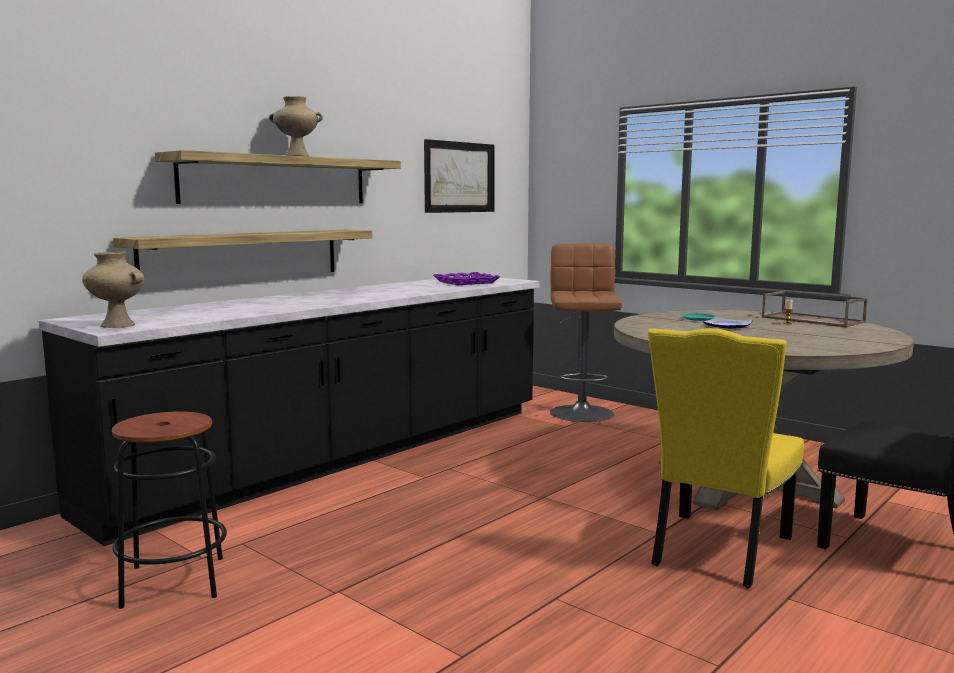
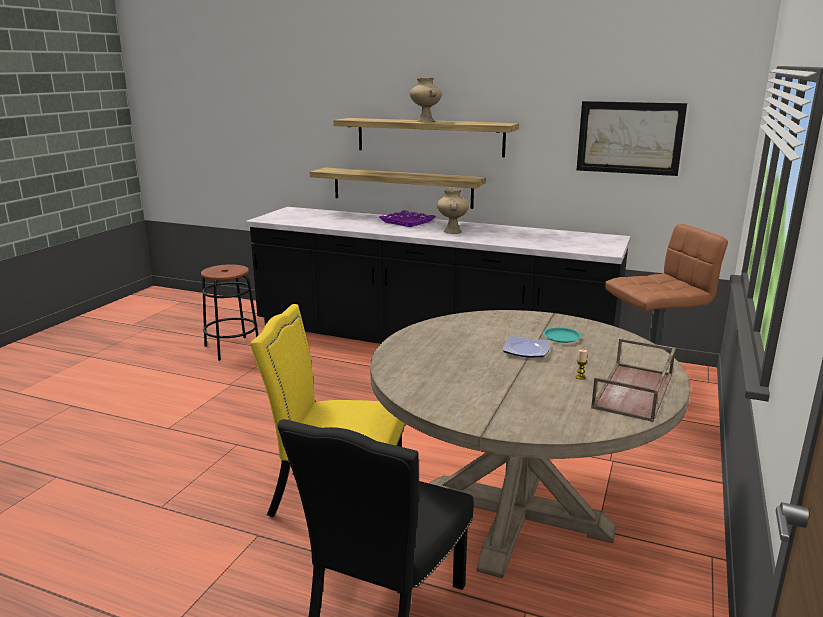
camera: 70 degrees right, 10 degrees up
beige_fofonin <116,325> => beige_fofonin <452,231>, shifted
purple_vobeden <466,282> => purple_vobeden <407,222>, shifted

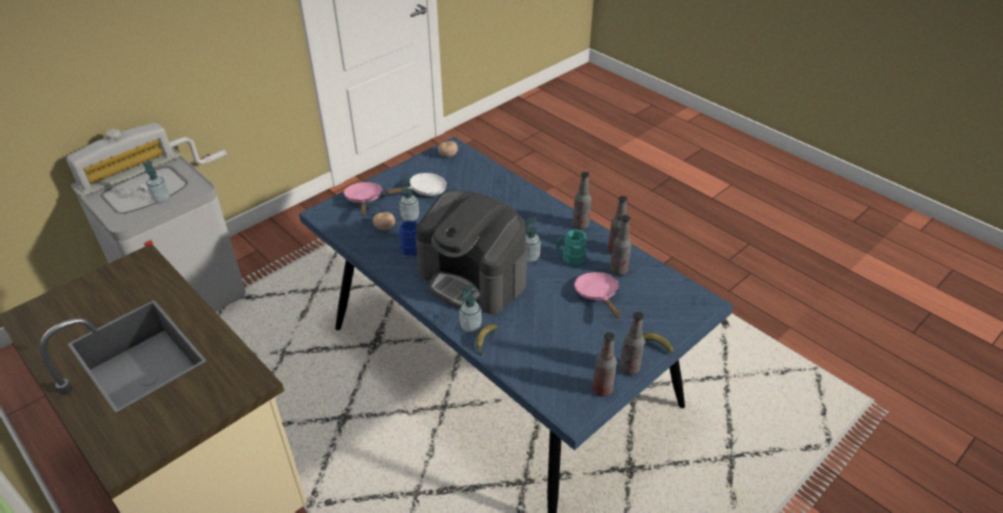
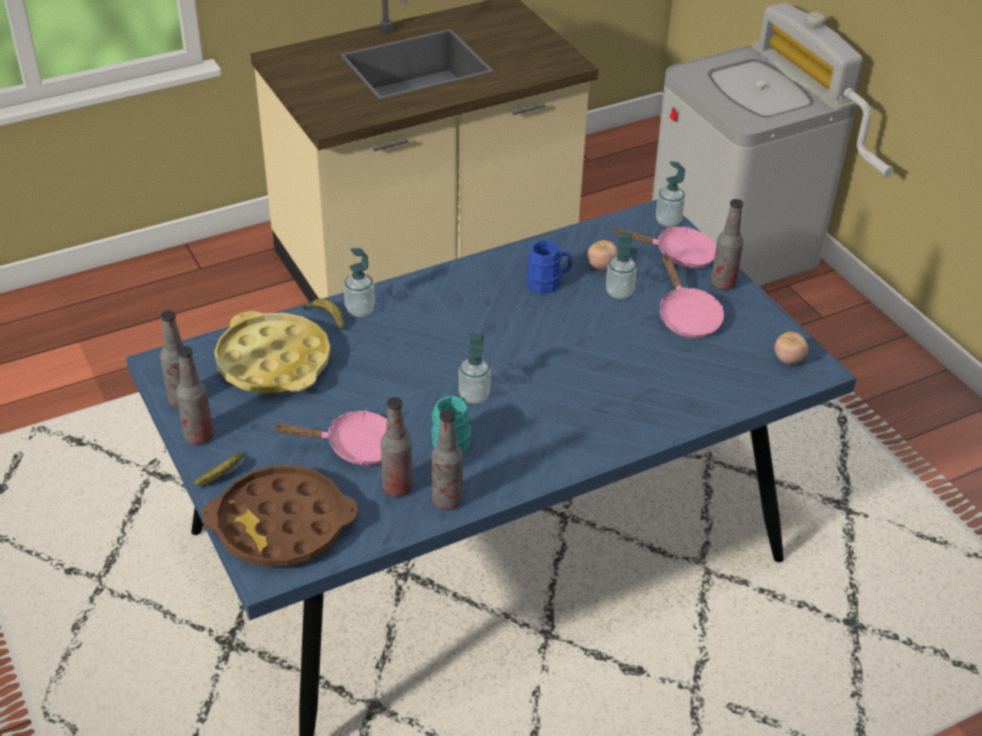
camera: 105 degrees right, 0 degrees up
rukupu <473,277> => nothing
nothing => brown_vobeden <281,525>
nothing => yellow_vobeden <274,362>
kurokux <161,199> => kurokux <668,221>, shifted
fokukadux <580,225> => fokukadux <723,284>, shifted
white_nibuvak <424,191> => pink_nibuvak <686,316>

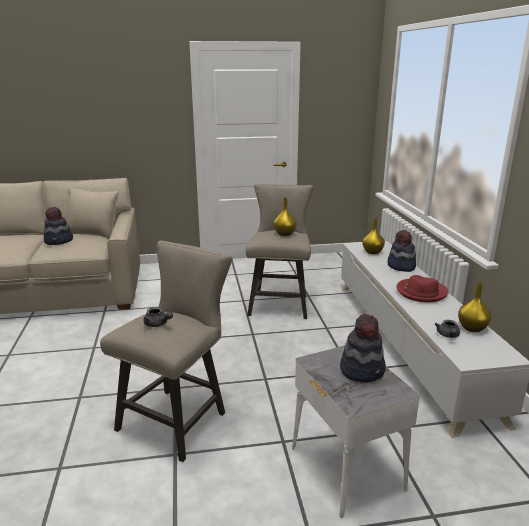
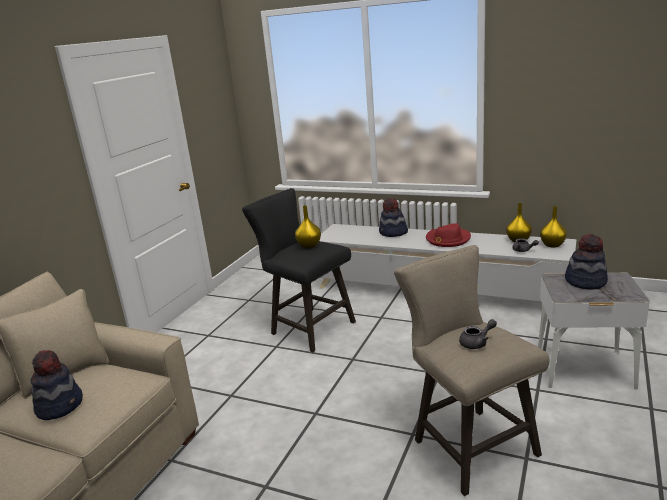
camera: 55 degrees left, 0 degrees up
yellow_fofonin <372,252> => yellow_fofonin <553,245>, shifted
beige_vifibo <279,303> => black_vifibo <308,327>

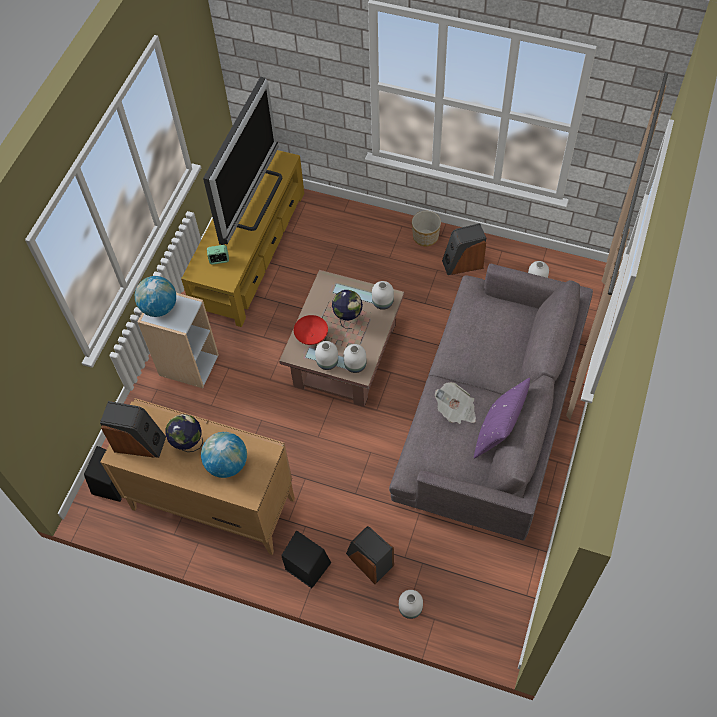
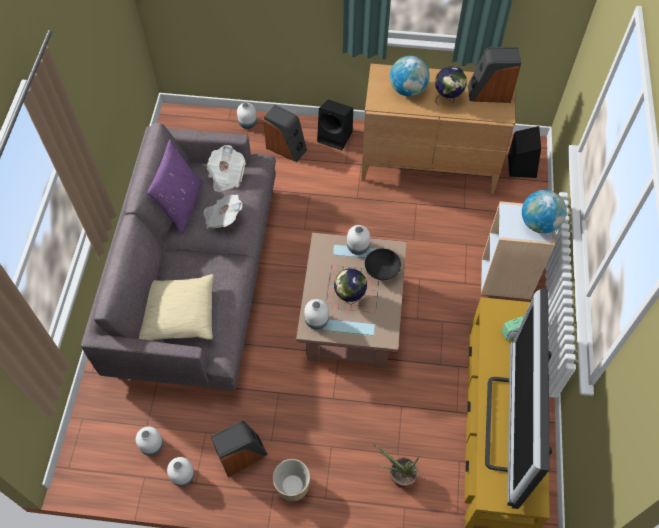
camera: 165 degrees right, 0 degrees up
nothing => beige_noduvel <178,314>
nothing => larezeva <226,176>
nothing => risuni <397,476>
white_fofonin <356,365> => white_fofonin <182,476>, shifted
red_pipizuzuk <311,336> => black_pipizuzuk <382,270>

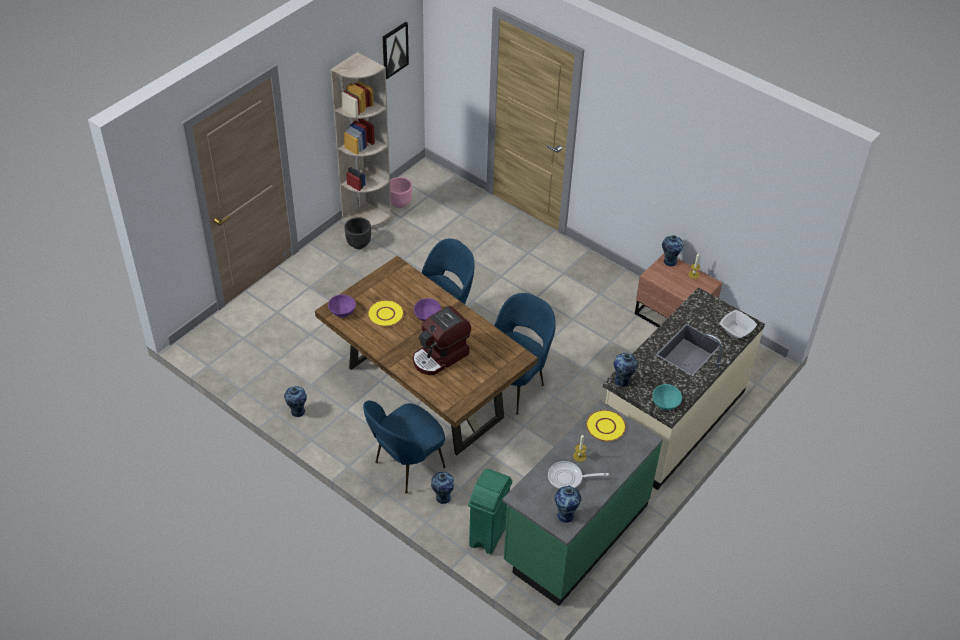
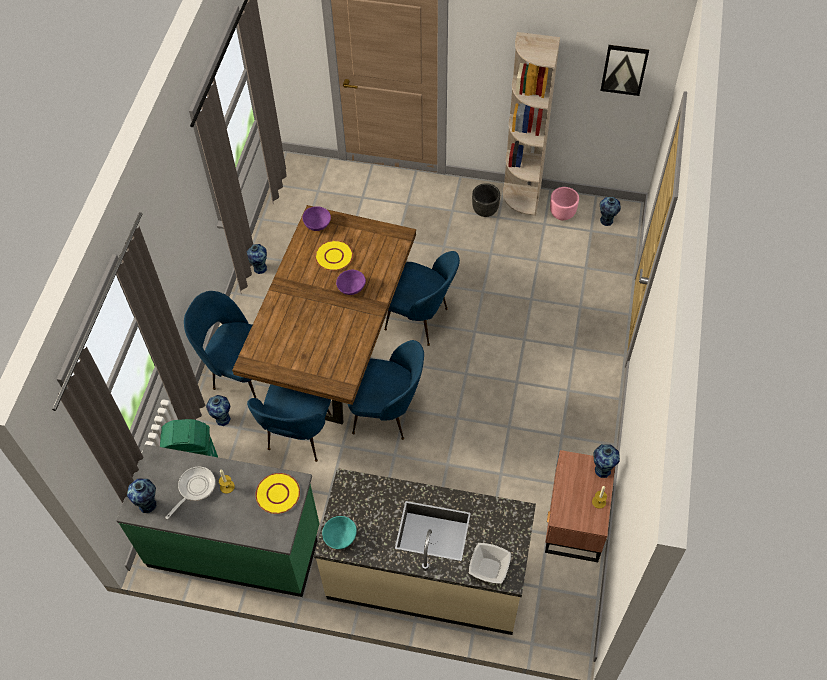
camera: 65 degrees right, 10 degrees up
rukupu <440,357> => nothing
nothing => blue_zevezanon <298,439>
fofonin <623,381> => fofonin <606,221>, shifted
nibuvak <568,478> => nibuvak <194,488>, 60 degrees clockwise

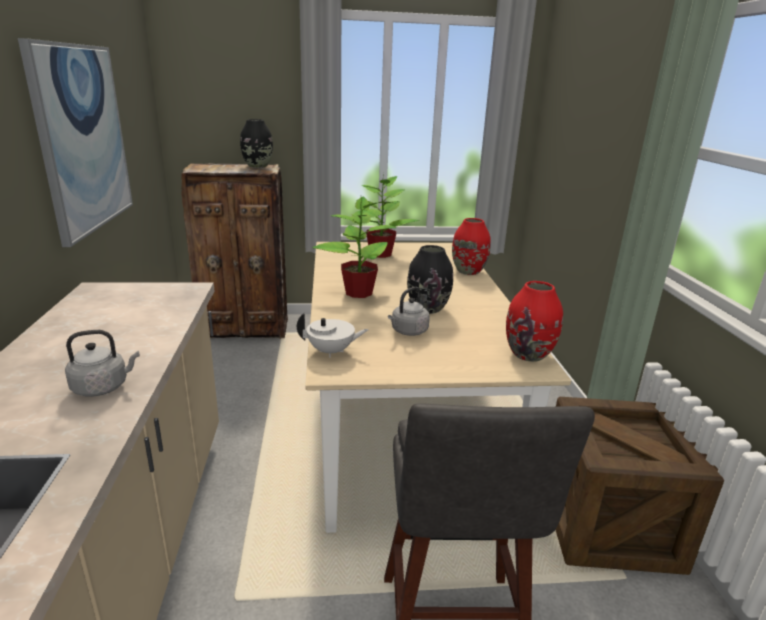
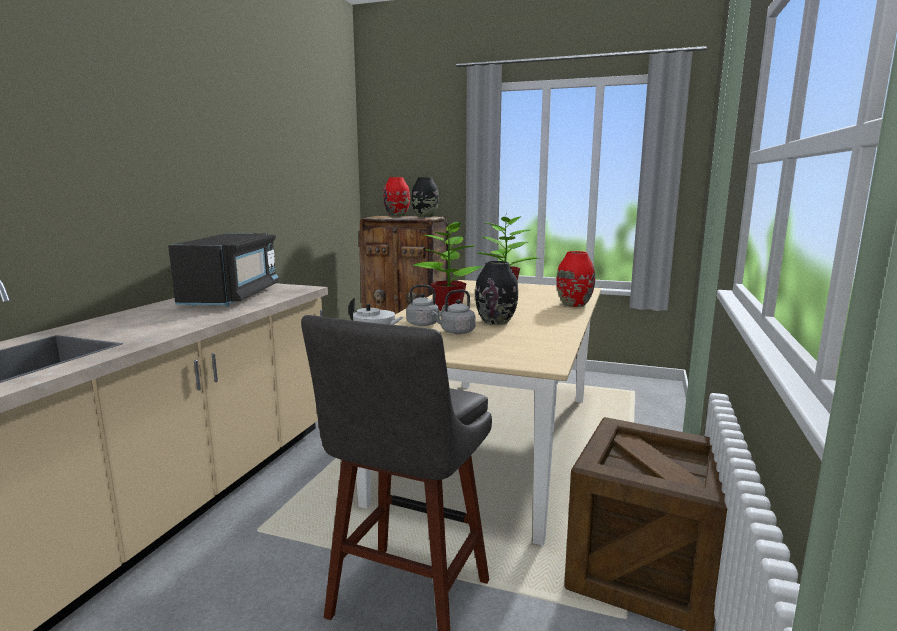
camera: 25 degrees right, 10 degrees down
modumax <83,139> => nothing
nothing => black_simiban <232,297>
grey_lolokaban <103,387> => grey_lolokaban <425,324>, shifted
red_fofonin <529,354> => red_fofonin <397,215>, shifted

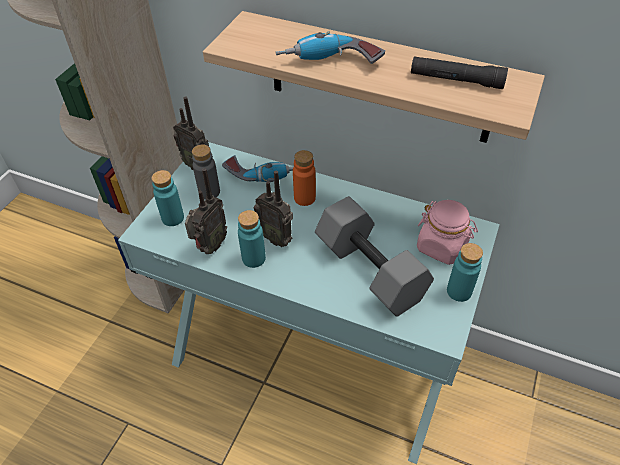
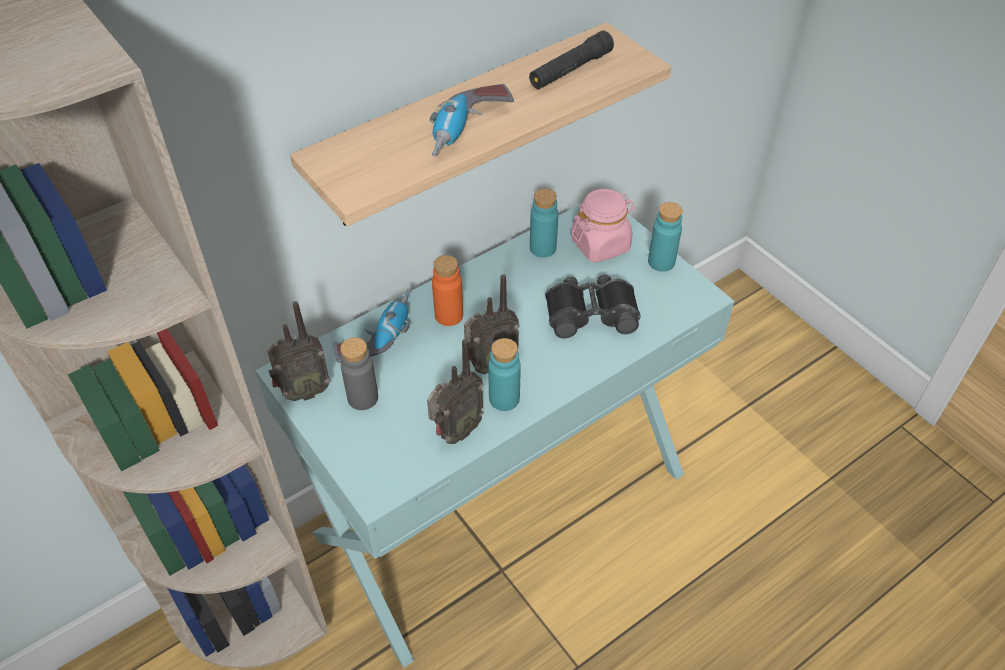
camera: 60 degrees left, 0 degrees up
turquoise_fokukadux <173,218> => turquoise_fokukadux <543,248>, shifted
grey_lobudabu <368,270> => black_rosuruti <590,313>
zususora <209,247> => zususora <455,432>, 75 degrees clockwise

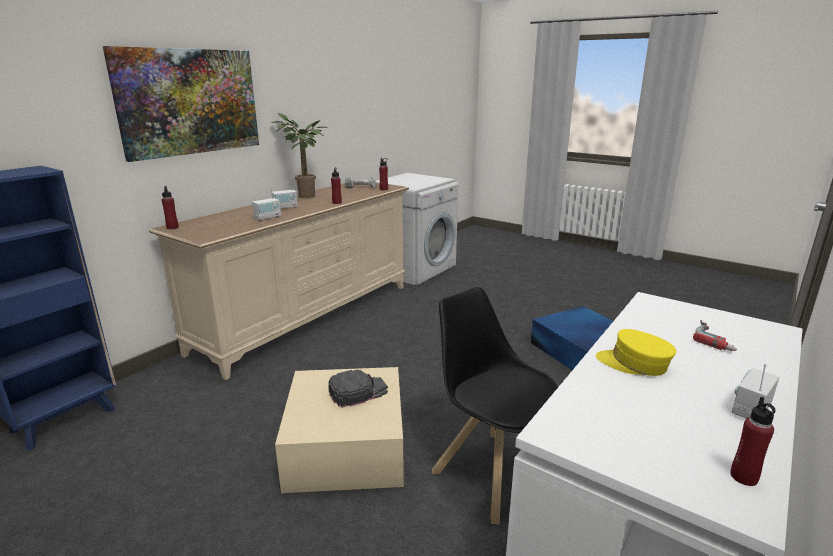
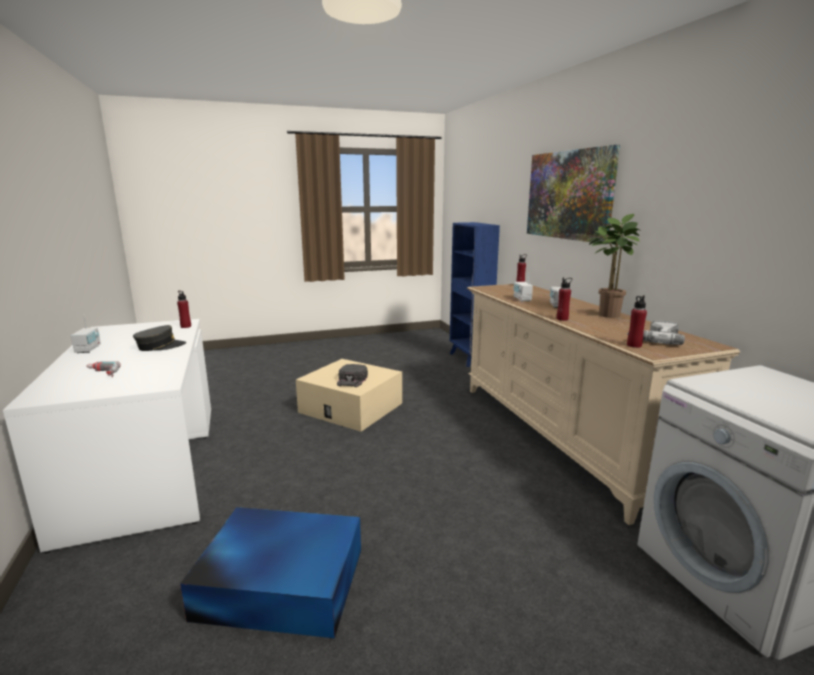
camera: 125 degrees right, 5 degrees down
black_zevezanon <491,471> => nothing
red_fokukadux <744,477> => red_fokukadux <186,326>, shifted
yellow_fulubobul <634,363> => grey_fulubobul <160,346>

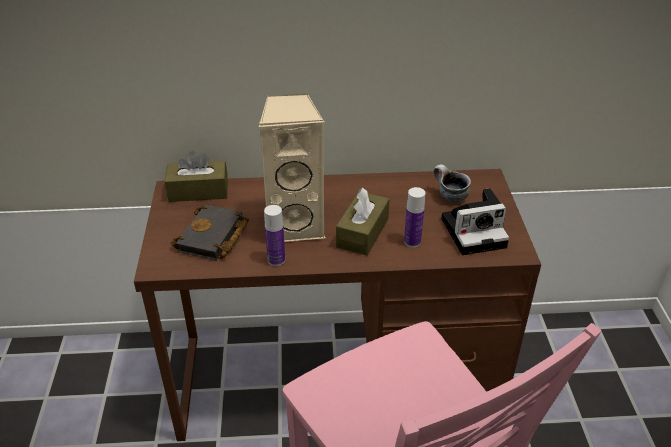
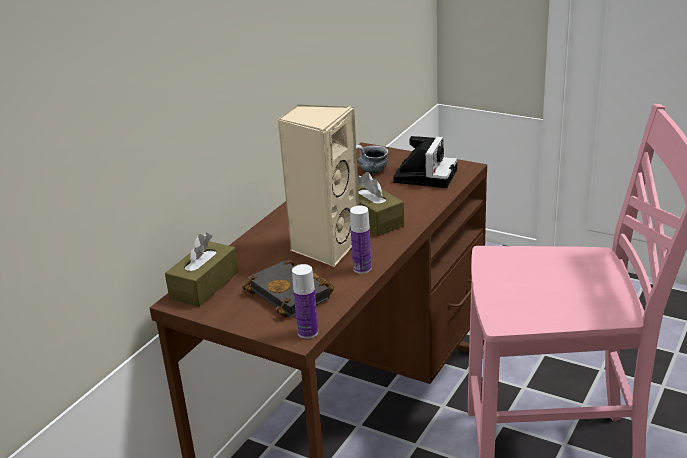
camera: 55 degrees left, 10 degrees down
fokukadux <412,241> => fokukadux <308,332>, shifted

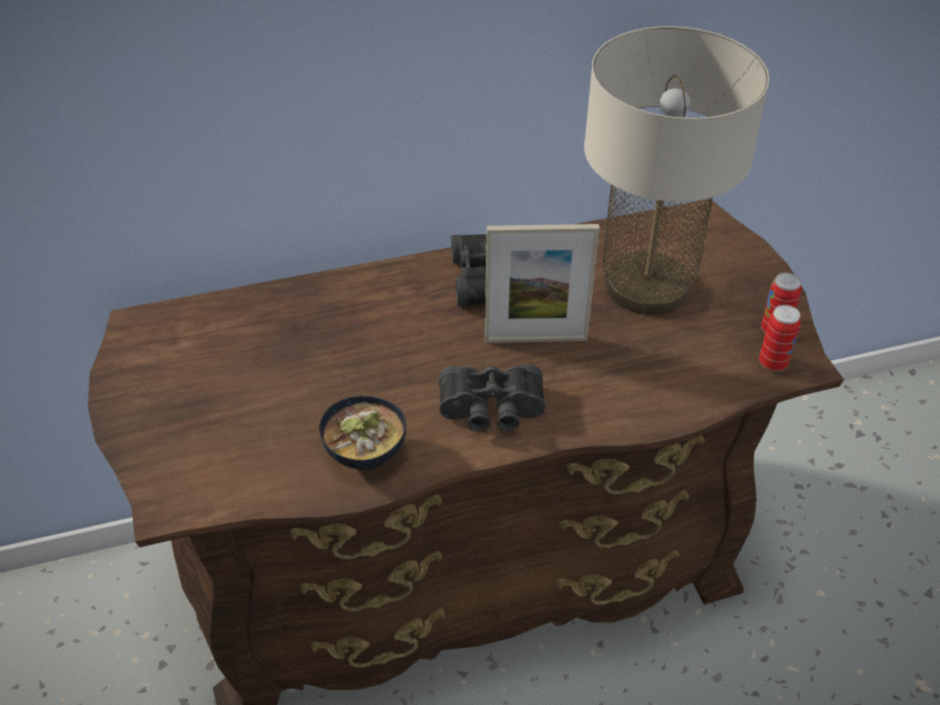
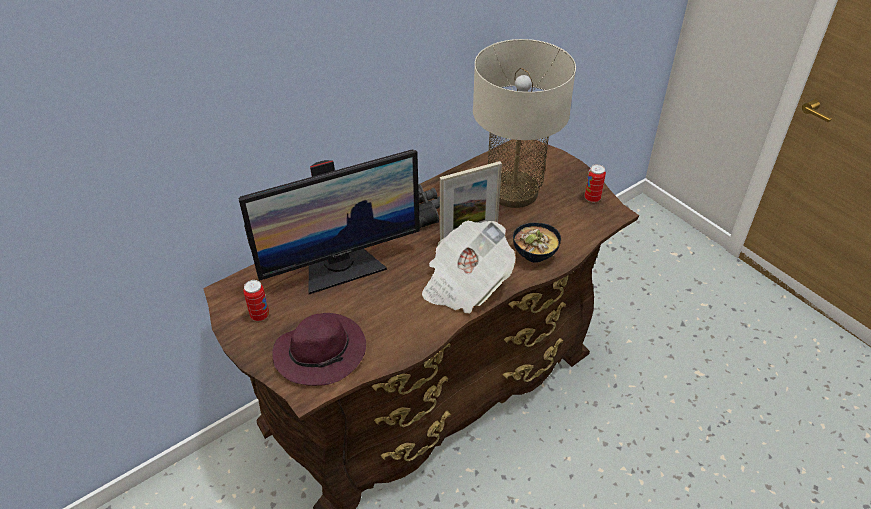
camera: 20 degrees left, 0 degrees up
nothing => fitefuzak <341,268>
nothing => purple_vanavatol <322,352>
pipizuzuk <364,453> => pipizuzuk <534,254>, shifted
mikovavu <773,363> => mikovavu <260,315>, shifted
black_rosuruti <491,411> => larezeva <465,283>

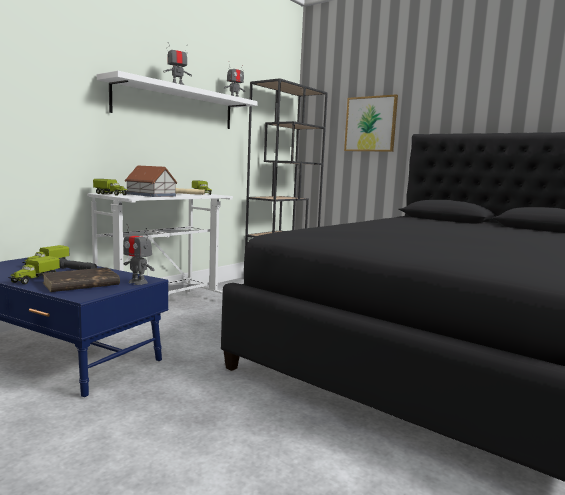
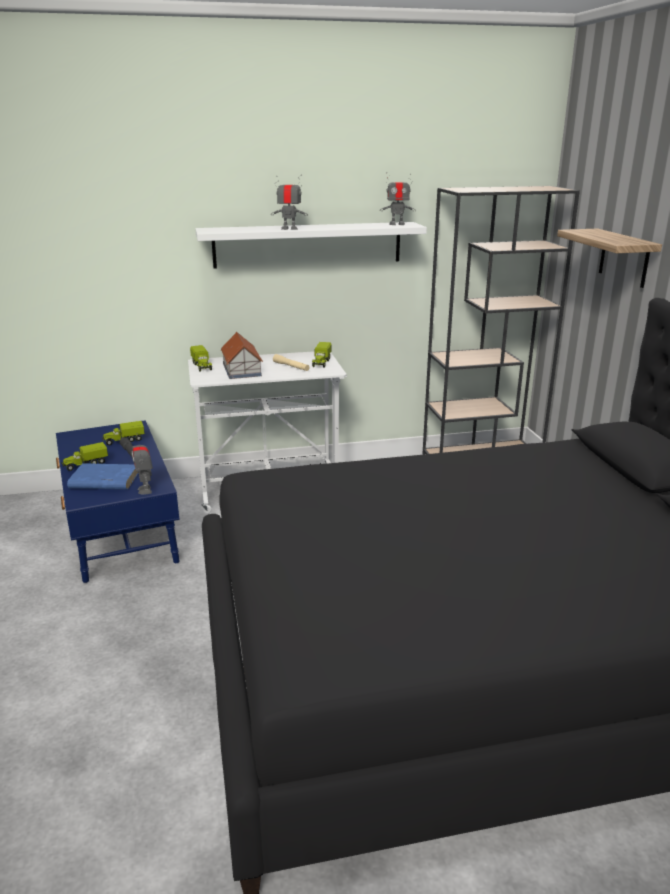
camera: 40 degrees right, 15 degrees up
modumax <370,124> => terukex <624,258>
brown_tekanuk <80,284> => blue_tekanuk <103,481>

